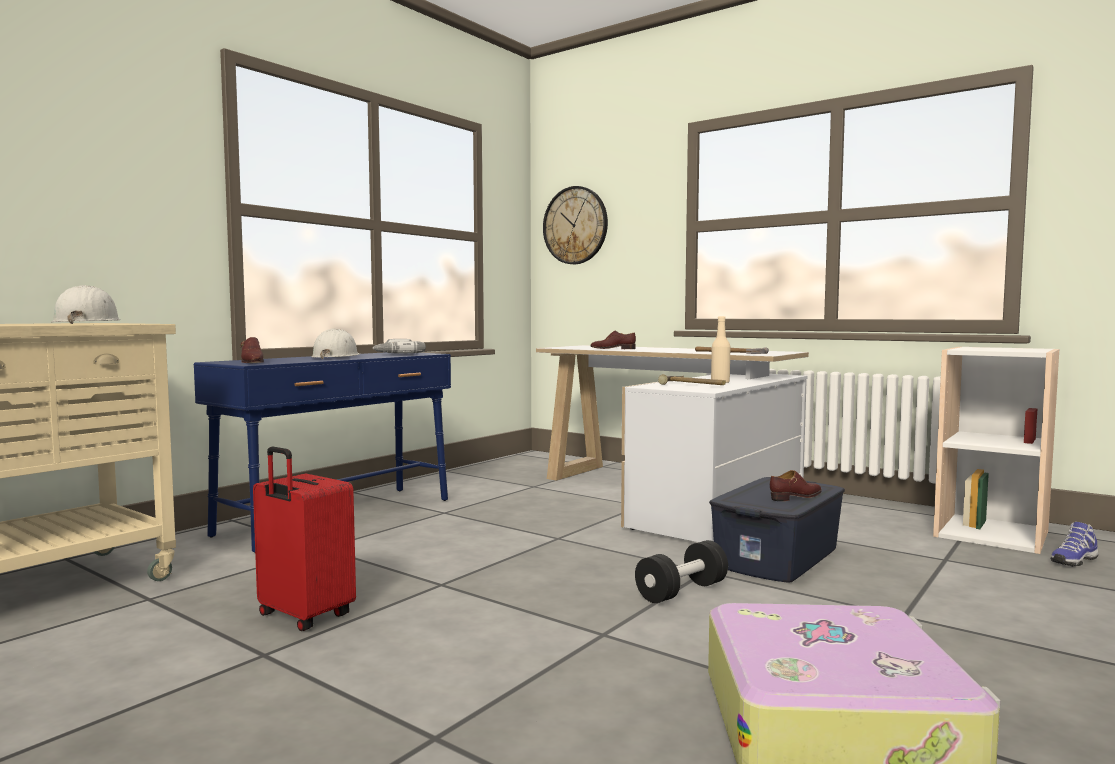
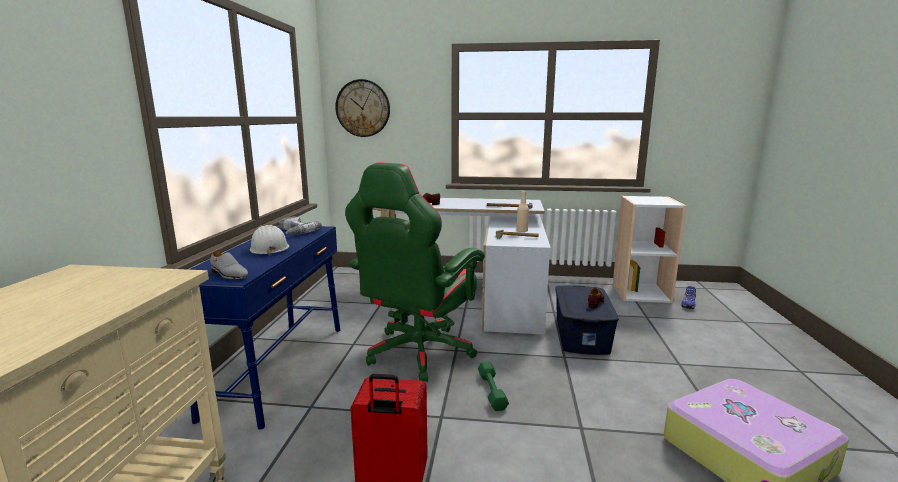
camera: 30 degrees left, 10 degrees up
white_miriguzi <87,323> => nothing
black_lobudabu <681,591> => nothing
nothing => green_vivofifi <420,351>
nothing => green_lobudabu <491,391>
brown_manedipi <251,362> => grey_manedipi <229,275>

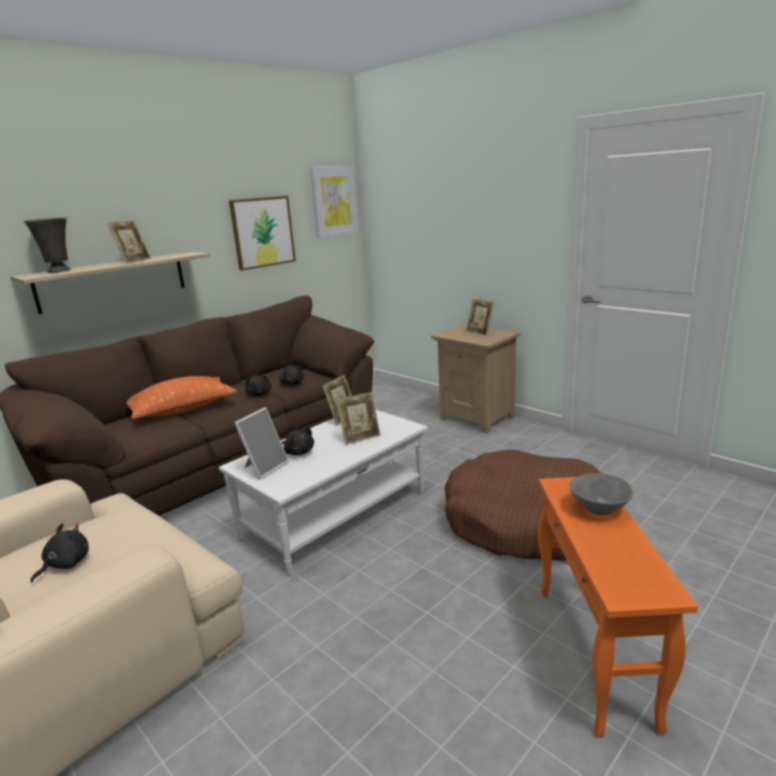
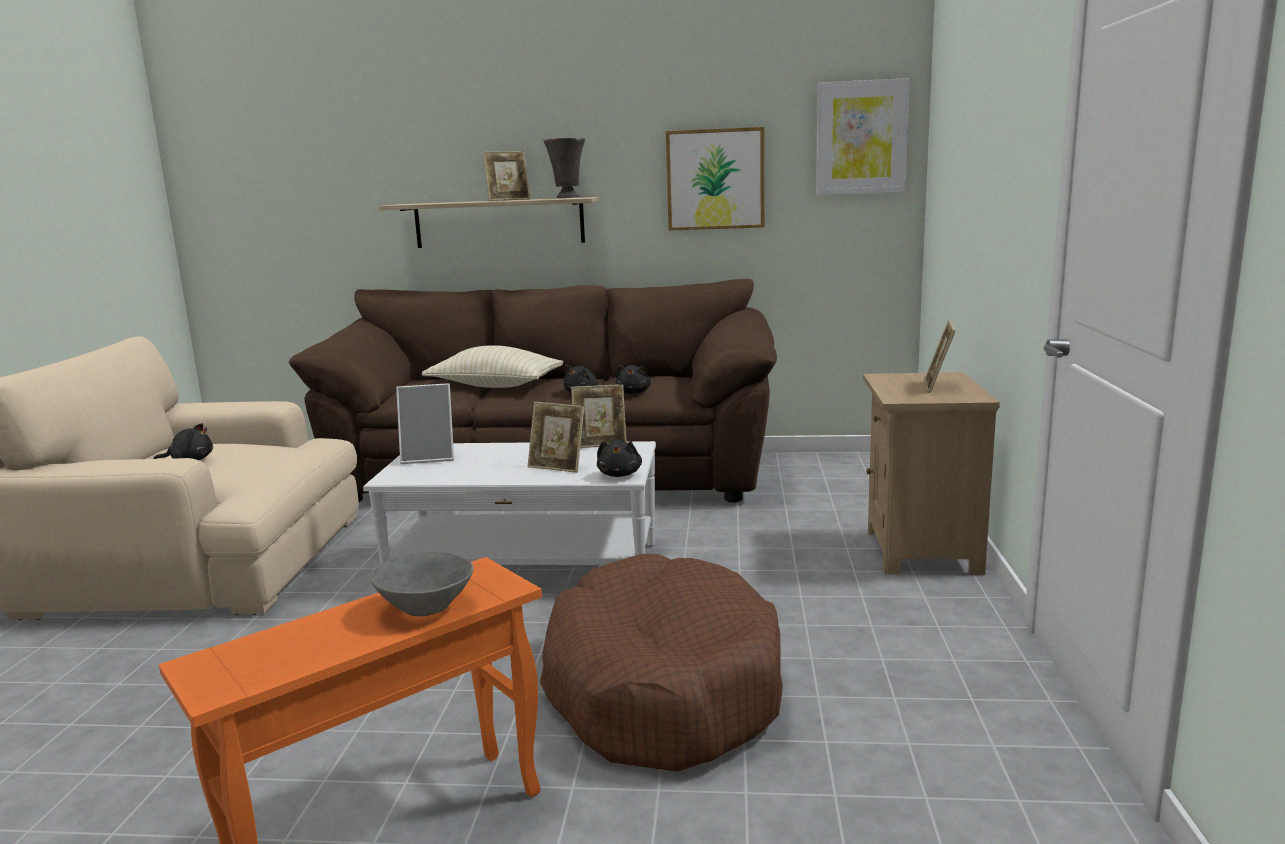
camera: 50 degrees right, 5 degrees down
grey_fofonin <59,271> => grey_fofonin <567,198>, shifted
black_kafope <298,452> => black_kafope <620,474>, shifted
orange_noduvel <182,410> => beige_noduvel <495,386>

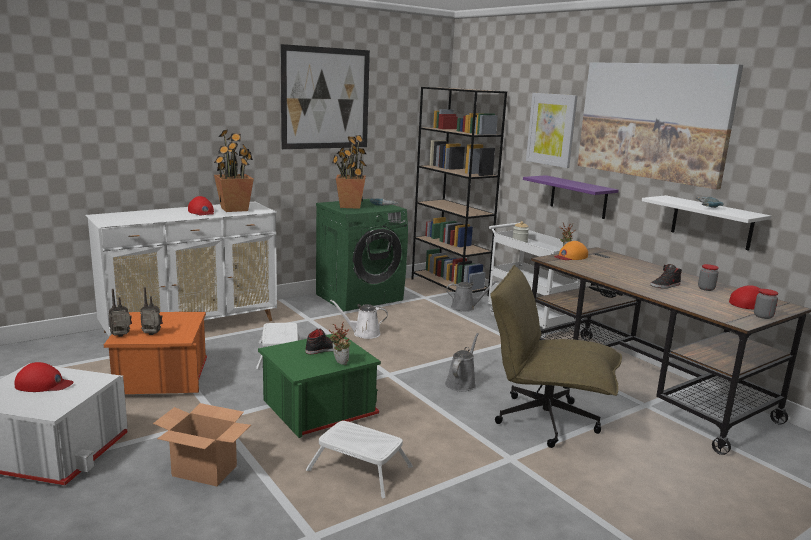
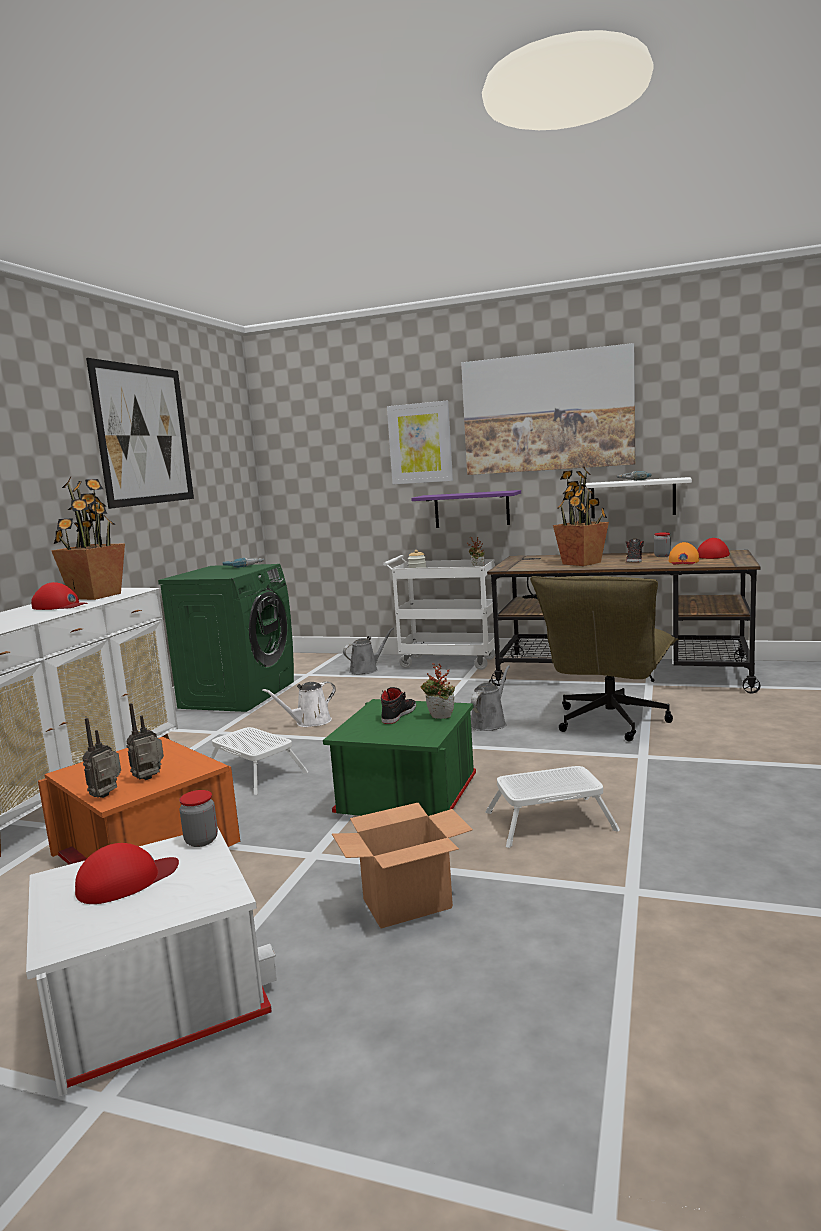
camera: 35 degrees left, 5 degrees down
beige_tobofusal <450,287> => nothing
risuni <349,206> => risuni <581,563>, shifted
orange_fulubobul <570,257> => orange_fulubobul <683,561>, shifted
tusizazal <763,316> => tusizazal <201,841>, shifted
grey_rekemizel <461,383> => grey_rekemizel <489,723>, 45 degrees clockwise
beige_vivofifi <547,420> => beige_vivofifi <611,720>, 45 degrees counterclockwise

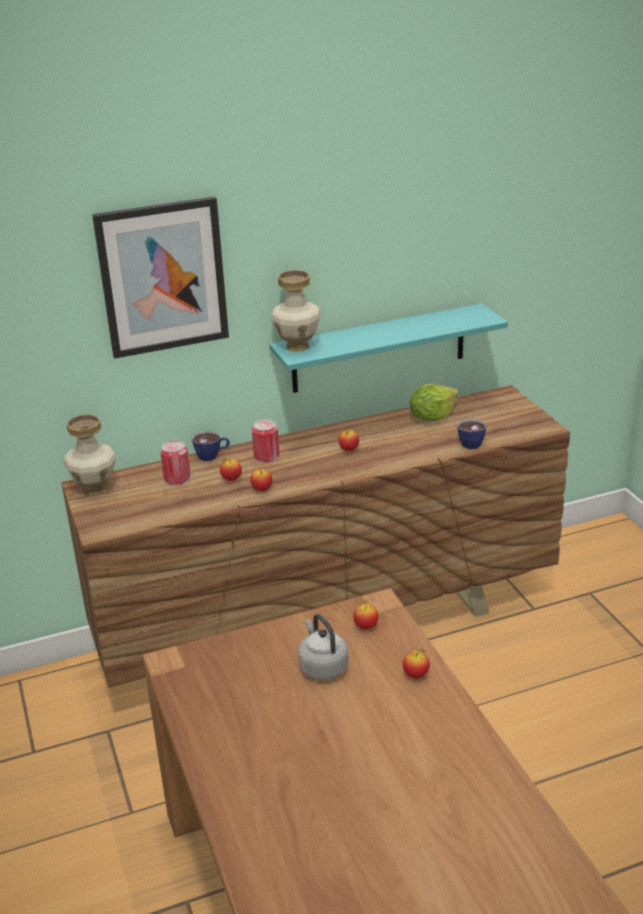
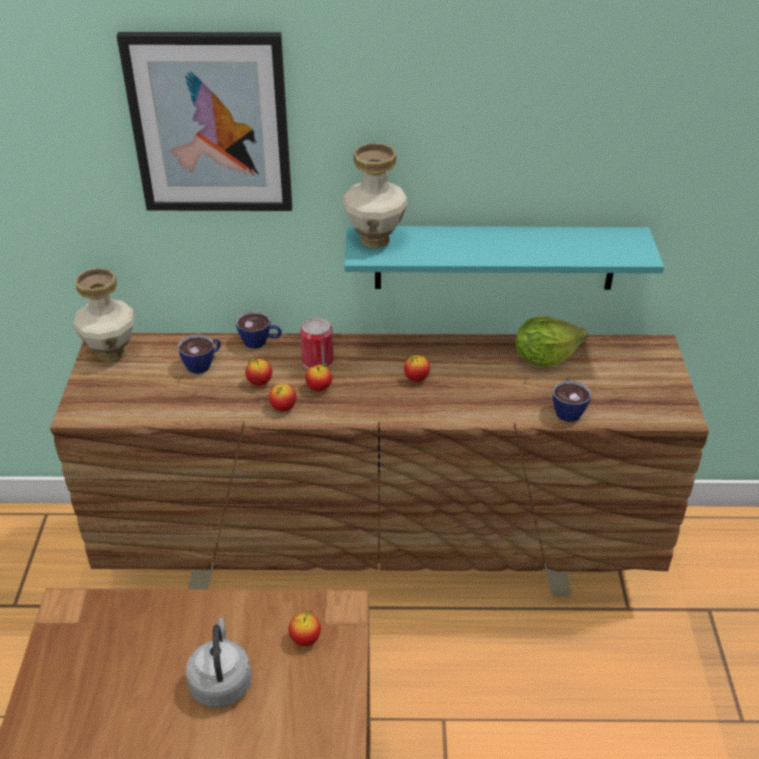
camera: 20 degrees right, 10 degrees up
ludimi <416,675> => ludimi <319,388>, shifted
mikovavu <177,478> => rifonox <203,364>

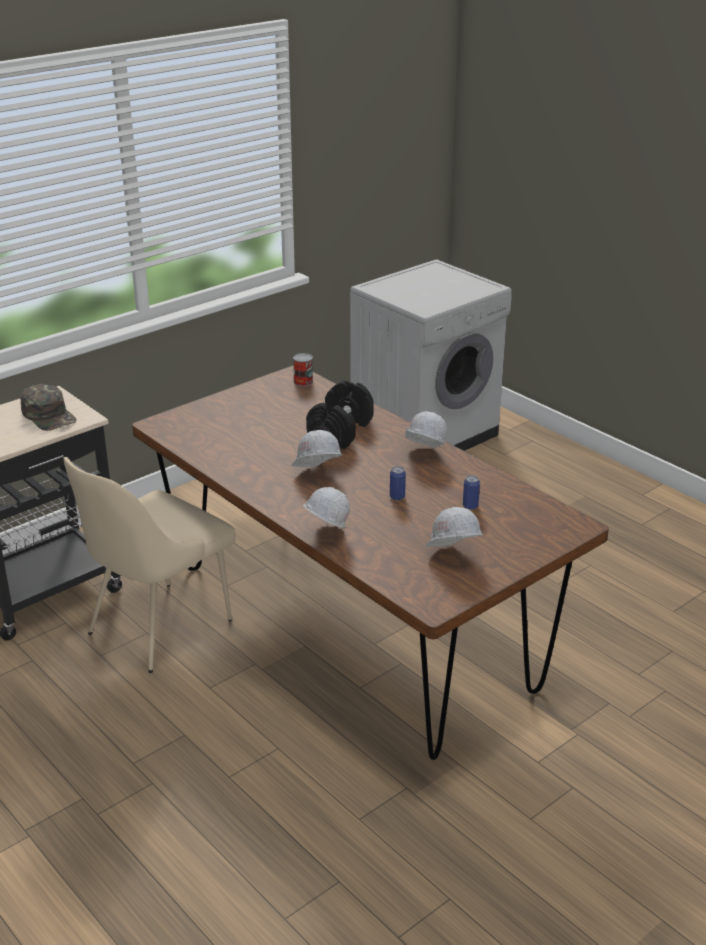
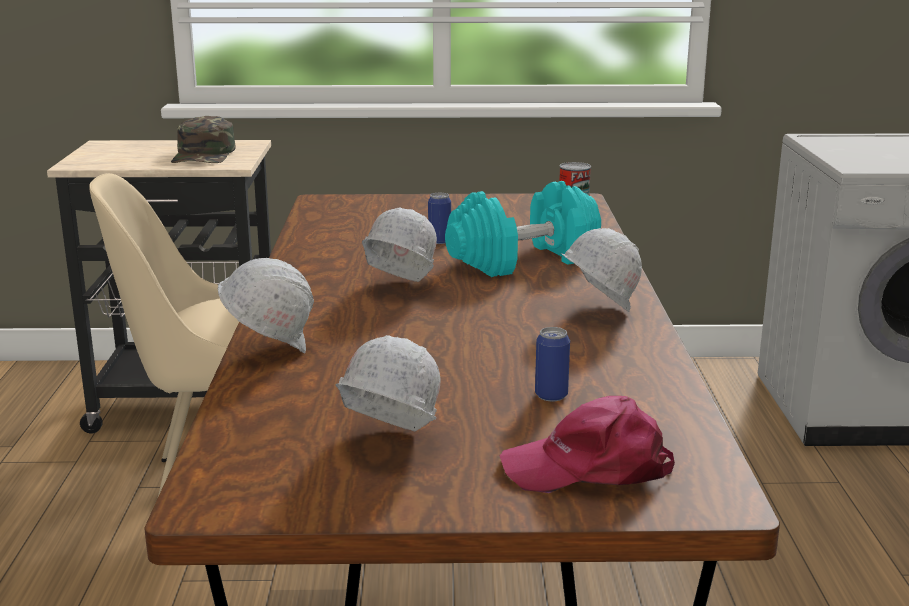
camera: 40 degrees right, 10 degrees down
nothing => pink_fulubobul <590,468>
mikovavu <397,497> => mikovavu <439,241>, shifted
black_lobudabu <340,431> => turquoise_lobudabu <523,260>

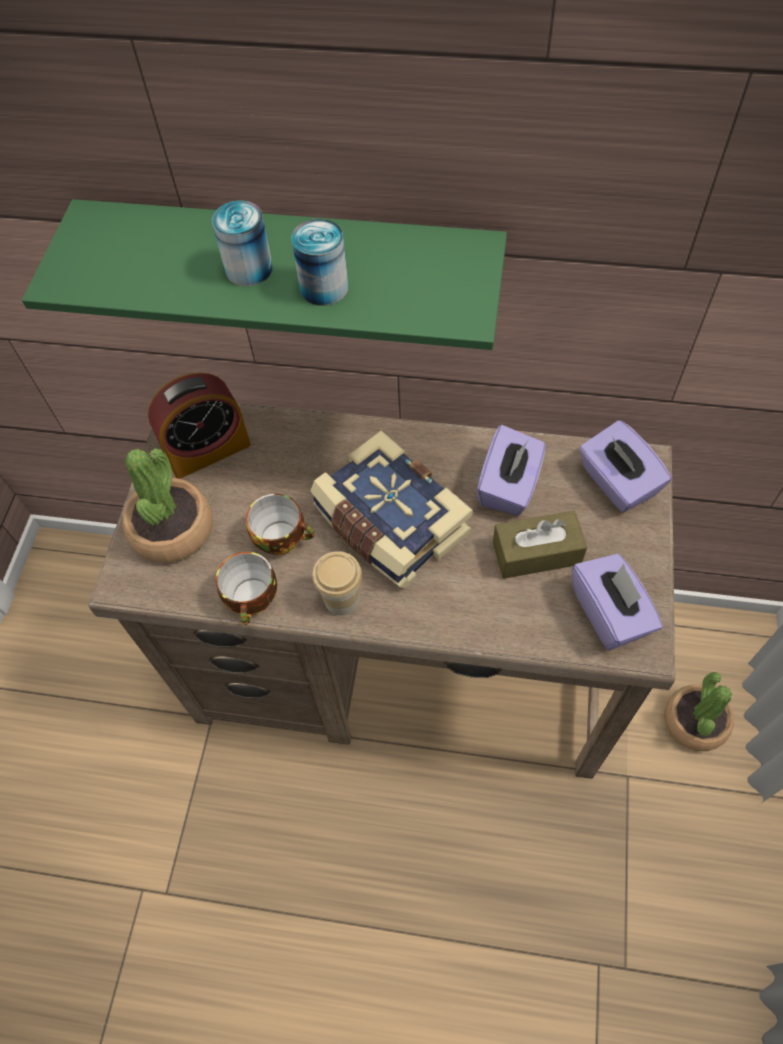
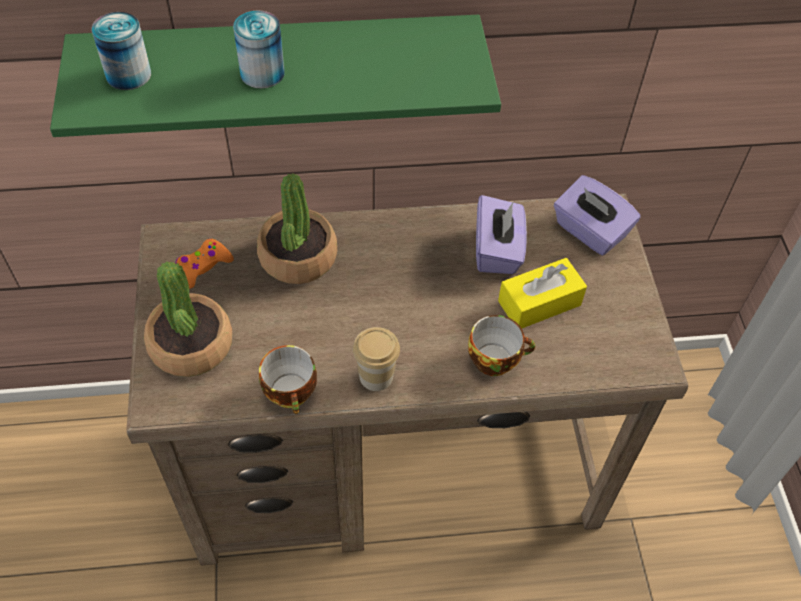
camera: 20 degrees left, 5 degrees down
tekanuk <389,524> => nothing
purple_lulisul <610,613> => nothing
rifonox <283,538> => rifonox <496,359>, shifted
mikovavu <324,288> => mikovavu <128,75>, shifted
risuni <694,721> => risuni <298,257>, shifted
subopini <208,450> => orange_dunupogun <203,267>
brown_lulisul <536,553> => yellow_lulisul <539,303>

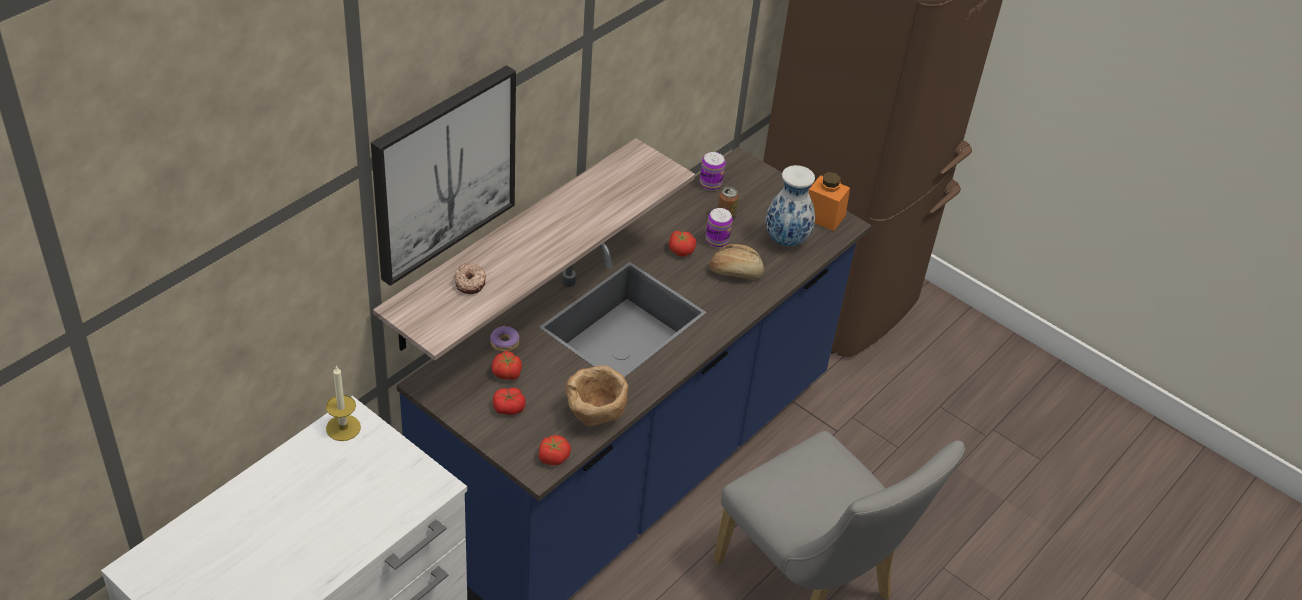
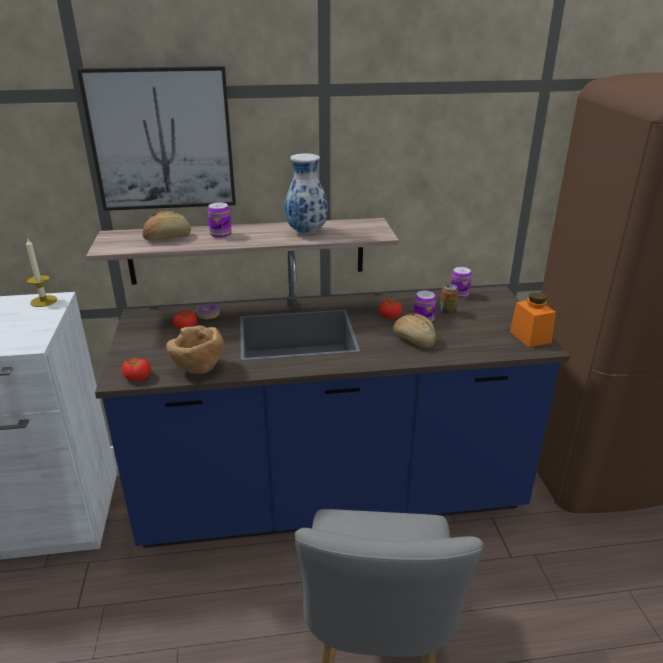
camera: 45 degrees right, 15 degrees down
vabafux <509,407> => nothing
nothing => mikovavu <220,235>
fofonin <787,239> => fofonin <307,232>, shifted
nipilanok <470,282> => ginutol <167,237>

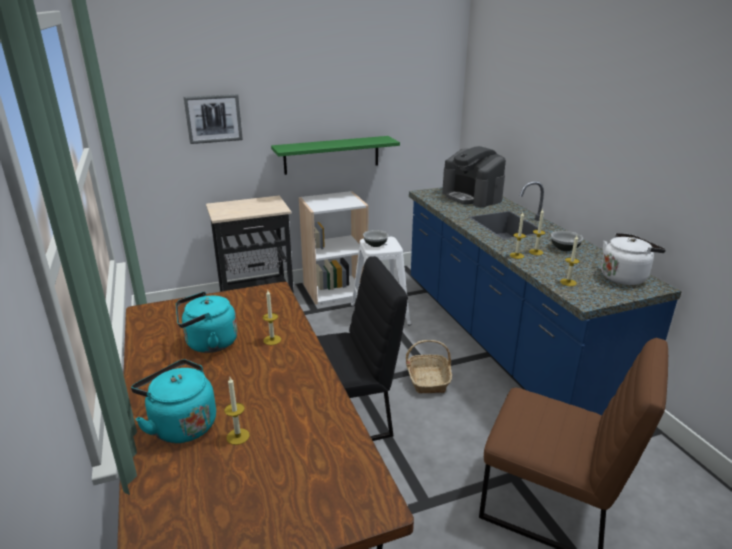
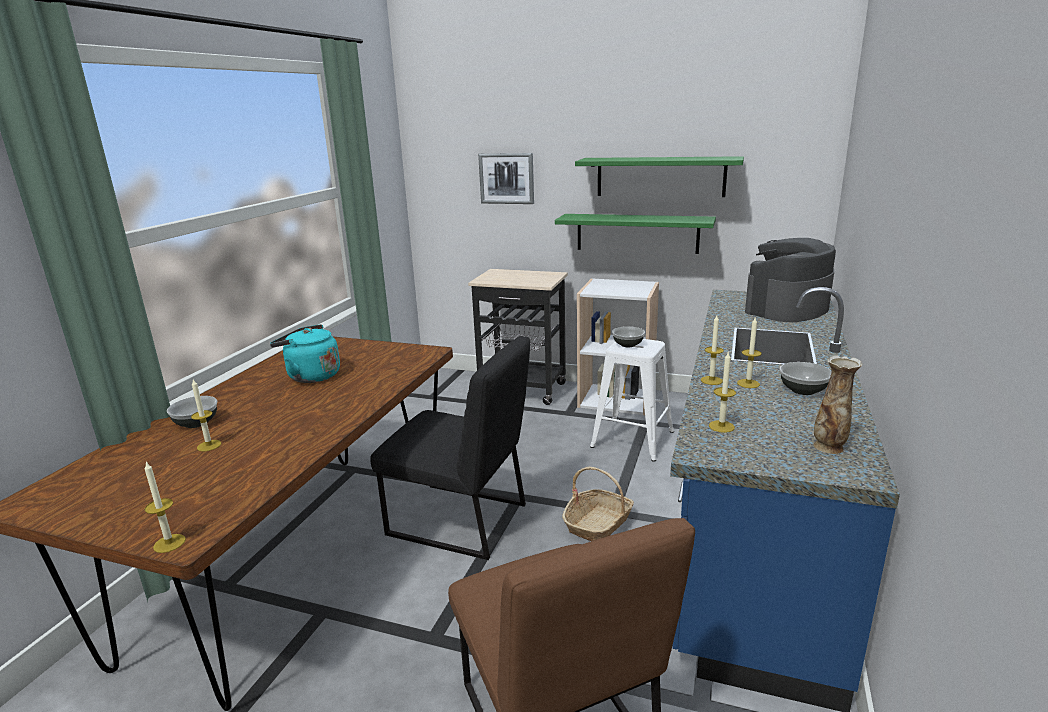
camera: 40 degrees right, 5 degrees down
nothing => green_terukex <660,177>
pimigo <272,340> => pimigo <169,543>, shifted
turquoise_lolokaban <181,424> => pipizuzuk <197,423>
white_lolokaban <625,277> => fofonin <829,447>
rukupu <472,197> => rukupu <786,308>, 45 degrees clockwise

